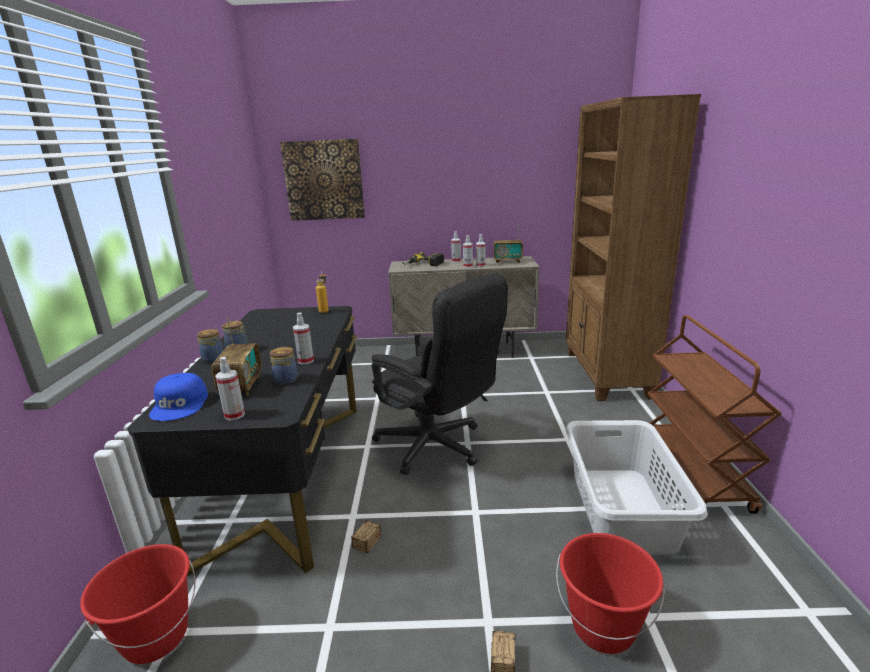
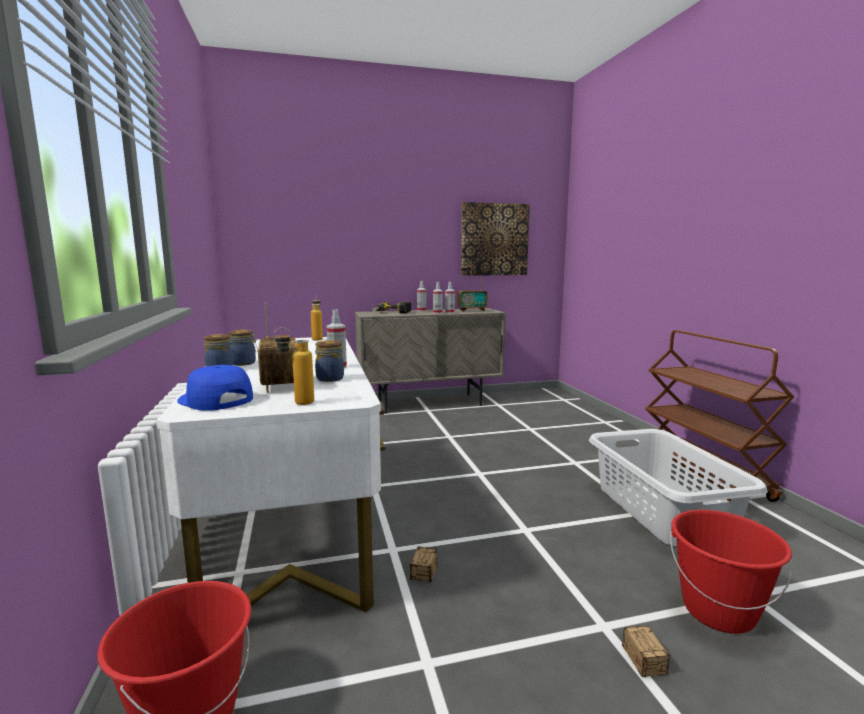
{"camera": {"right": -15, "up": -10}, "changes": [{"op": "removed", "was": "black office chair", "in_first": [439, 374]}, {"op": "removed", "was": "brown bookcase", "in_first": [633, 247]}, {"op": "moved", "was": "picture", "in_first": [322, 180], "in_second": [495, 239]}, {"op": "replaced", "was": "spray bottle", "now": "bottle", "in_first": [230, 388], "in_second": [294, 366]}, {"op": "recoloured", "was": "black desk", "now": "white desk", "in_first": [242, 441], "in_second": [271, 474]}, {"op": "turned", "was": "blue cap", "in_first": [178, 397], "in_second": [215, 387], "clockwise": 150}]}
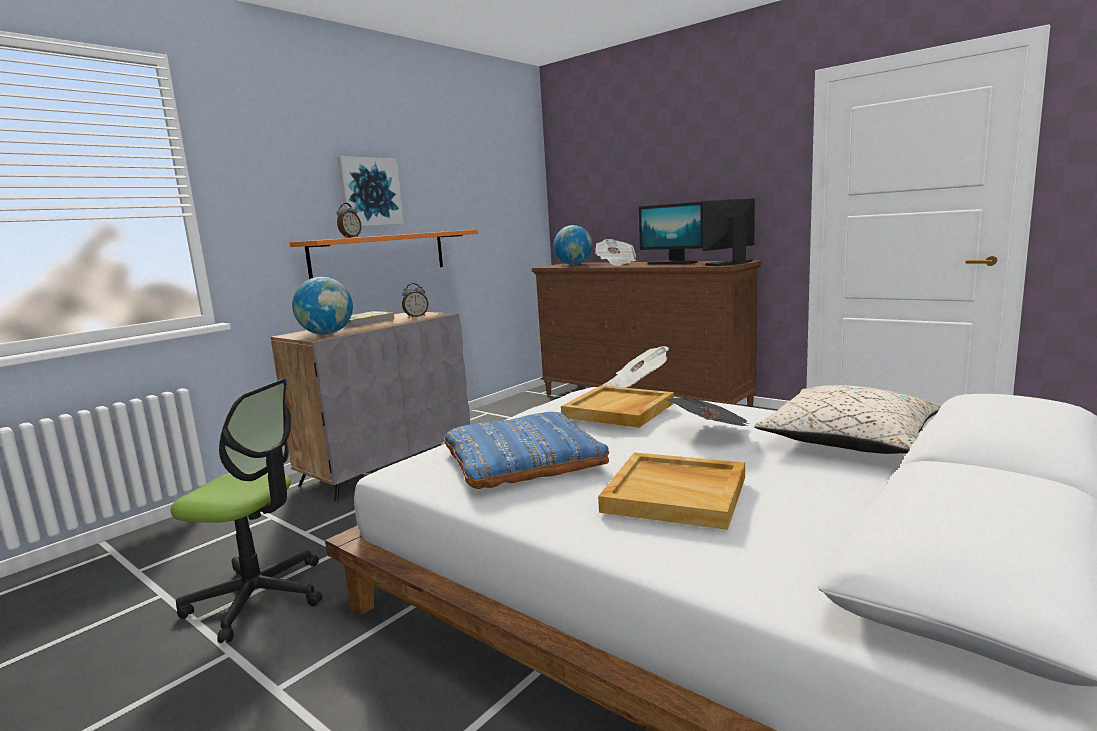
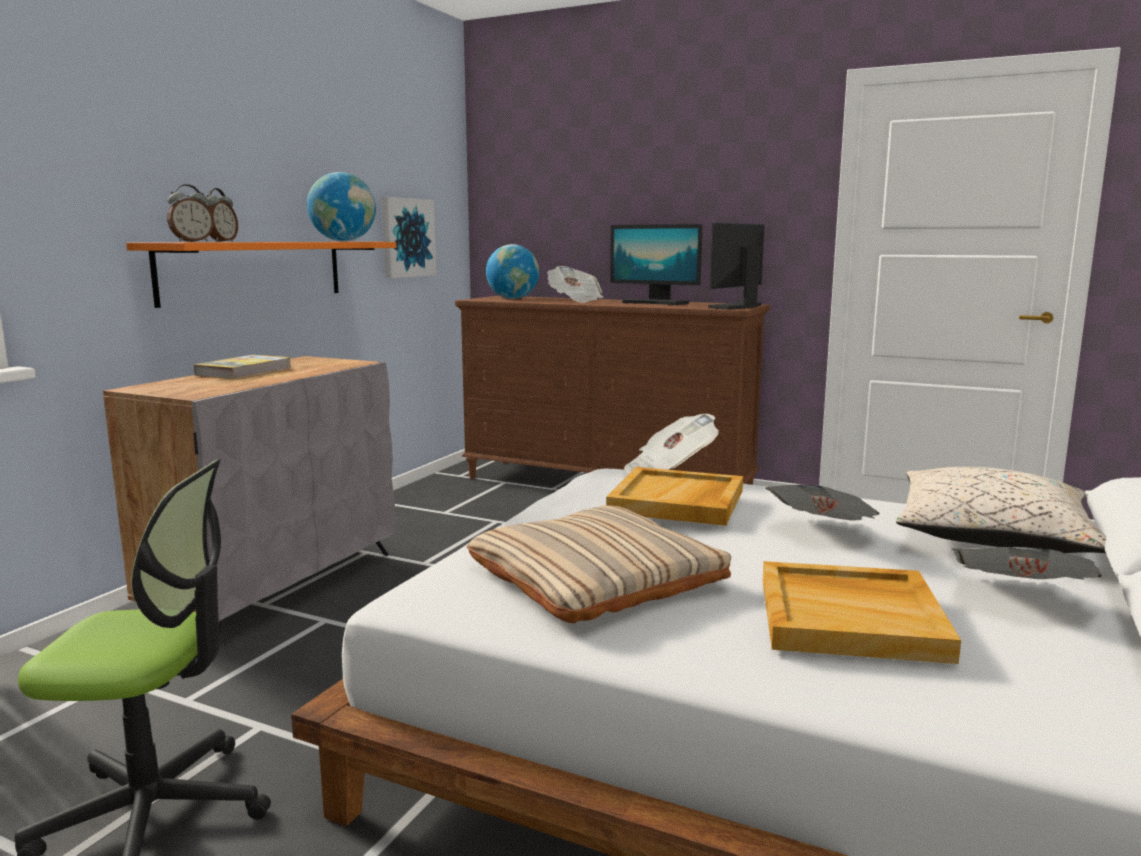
{"camera": {"right": -15, "up": 0}, "changes": [{"op": "added", "now": "newspaper", "in_second": [1027, 563]}, {"op": "moved", "was": "globe", "in_first": [322, 306], "in_second": [341, 207]}, {"op": "moved", "was": "picture", "in_first": [370, 191], "in_second": [409, 237]}, {"op": "moved", "was": "alarm clock", "in_first": [415, 300], "in_second": [190, 213]}, {"op": "recoloured", "was": "blue pillow", "now": "beige pillow", "in_first": [526, 450], "in_second": [599, 564]}]}
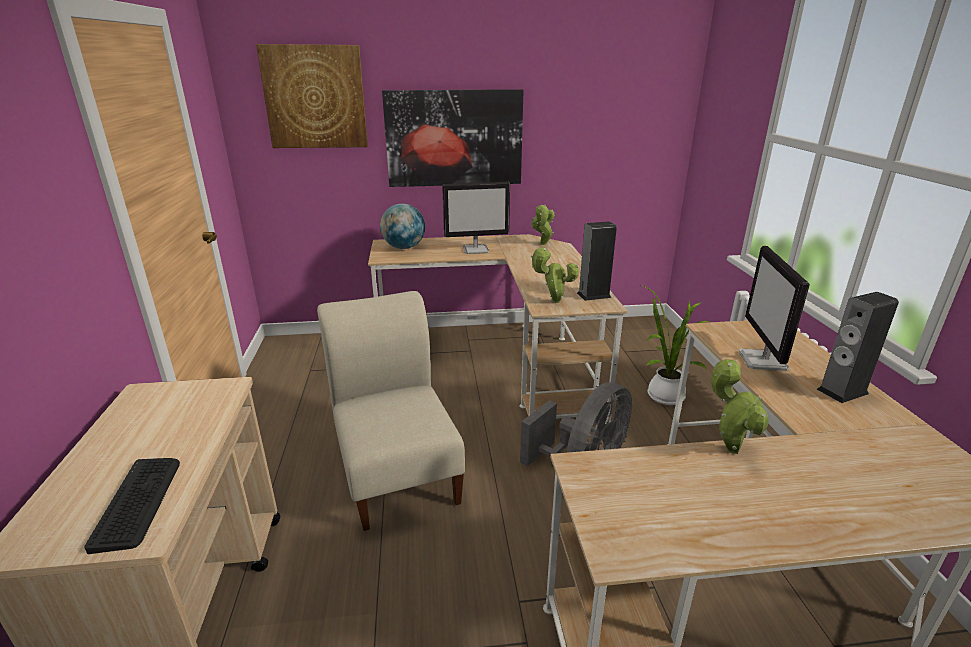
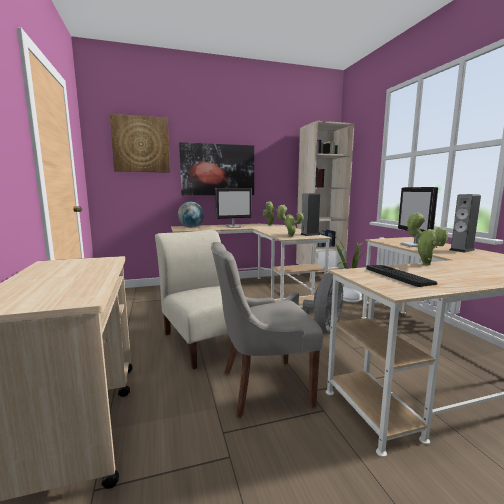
{"camera": {"right": -10, "up": -15}, "changes": [{"op": "added", "now": "grey chair", "in_second": [267, 330]}, {"op": "added", "now": "beige bookcase", "in_second": [325, 202]}, {"op": "moved", "was": "keyboard", "in_first": [132, 506], "in_second": [402, 276]}]}
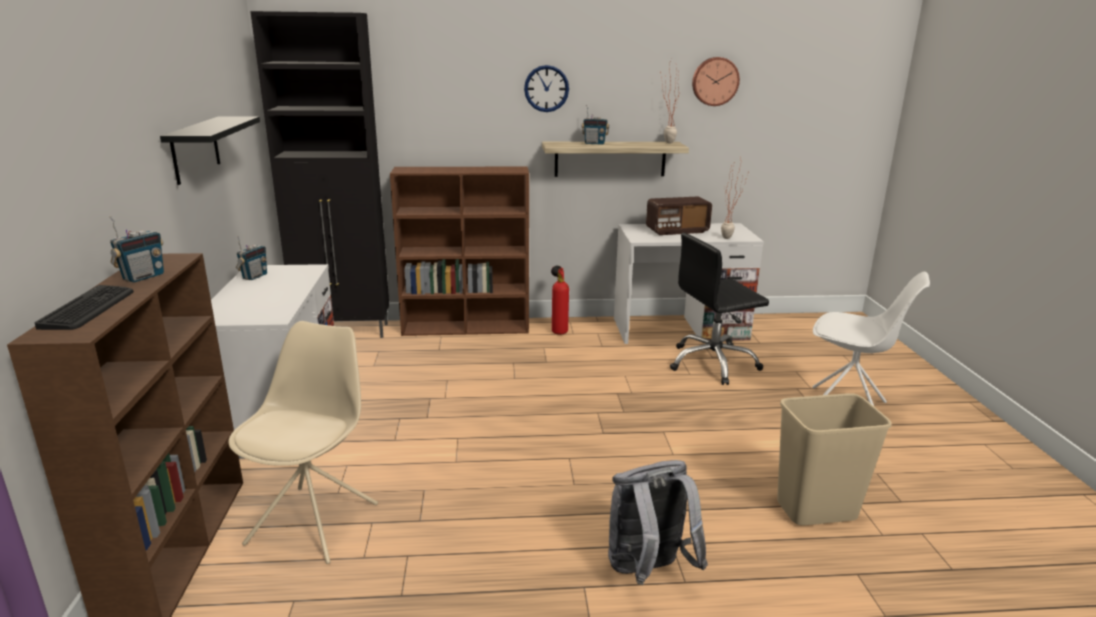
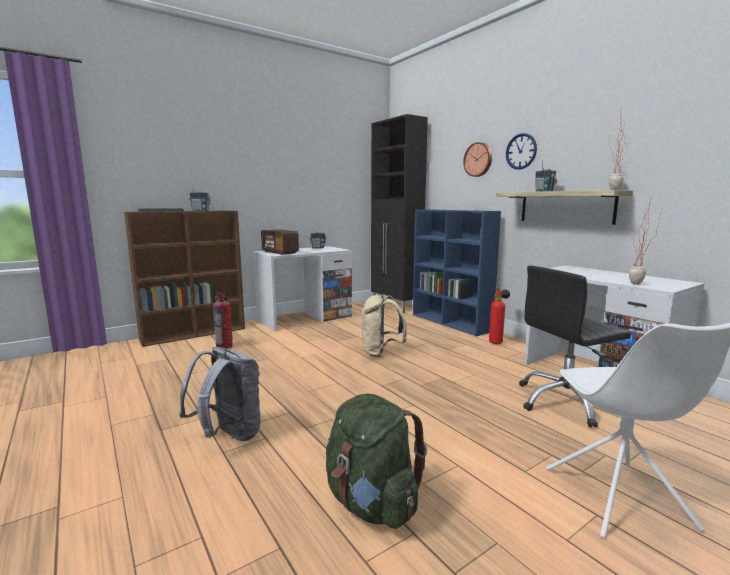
{"camera": {"right": 60, "up": -10}, "changes": [{"op": "removed", "was": "black shelf", "in_first": [210, 150]}, {"op": "added", "now": "beige backpack", "in_second": [384, 325]}, {"op": "moved", "was": "radio", "in_first": [679, 216], "in_second": [280, 242]}, {"op": "moved", "was": "wall clock", "in_first": [716, 81], "in_second": [477, 159]}, {"op": "replaced", "was": "beige chair", "now": "fire extinguisher", "in_first": [303, 442], "in_second": [223, 321]}, {"op": "replaced", "was": "beige trash can", "now": "green backpack", "in_first": [834, 459], "in_second": [376, 461]}, {"op": "recoloured", "was": "brown bookcase", "now": "blue bookcase", "in_first": [459, 251], "in_second": [457, 273]}, {"op": "turned", "was": "black office chair", "in_first": [719, 309], "in_second": [575, 346], "clockwise": -60}]}
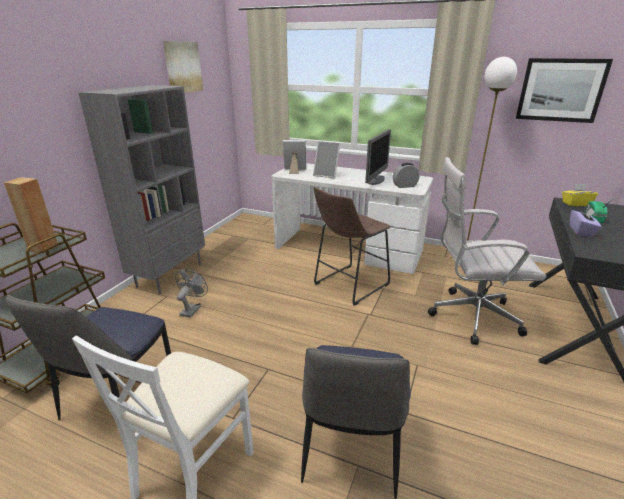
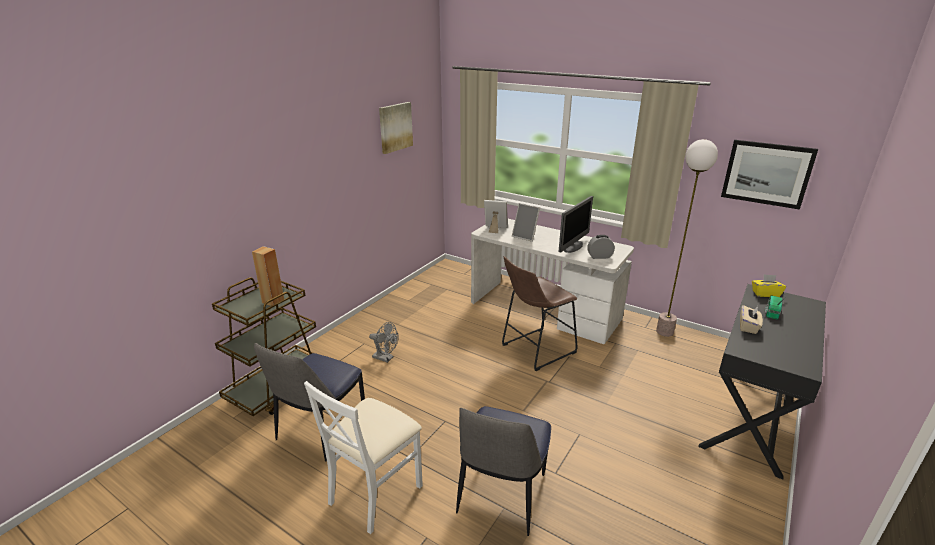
{"camera": {"right": 10, "up": 0}, "changes": [{"op": "removed", "was": "grey bookcase", "in_first": [141, 189]}, {"op": "removed", "was": "white office chair", "in_first": [487, 251]}, {"op": "recoloured", "was": "purple tissue box", "now": "beige tissue box", "in_first": [585, 222], "in_second": [751, 319]}, {"op": "turned", "was": "grey fan", "in_first": [191, 293], "in_second": [384, 342], "clockwise": 90}]}
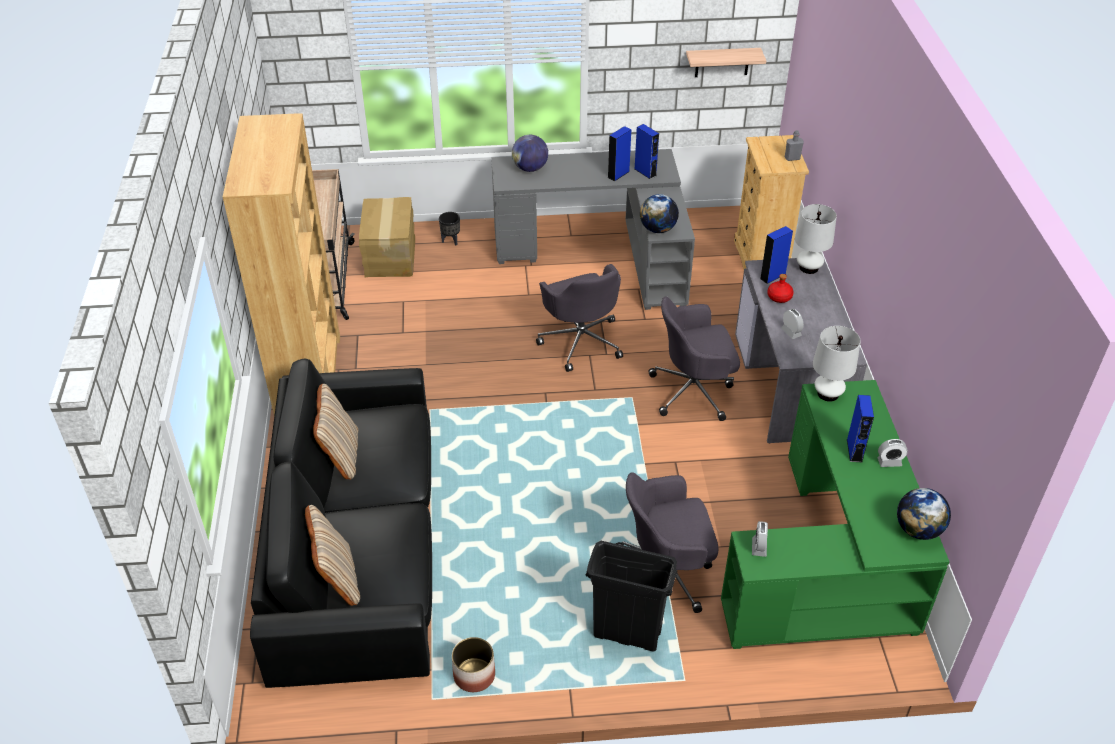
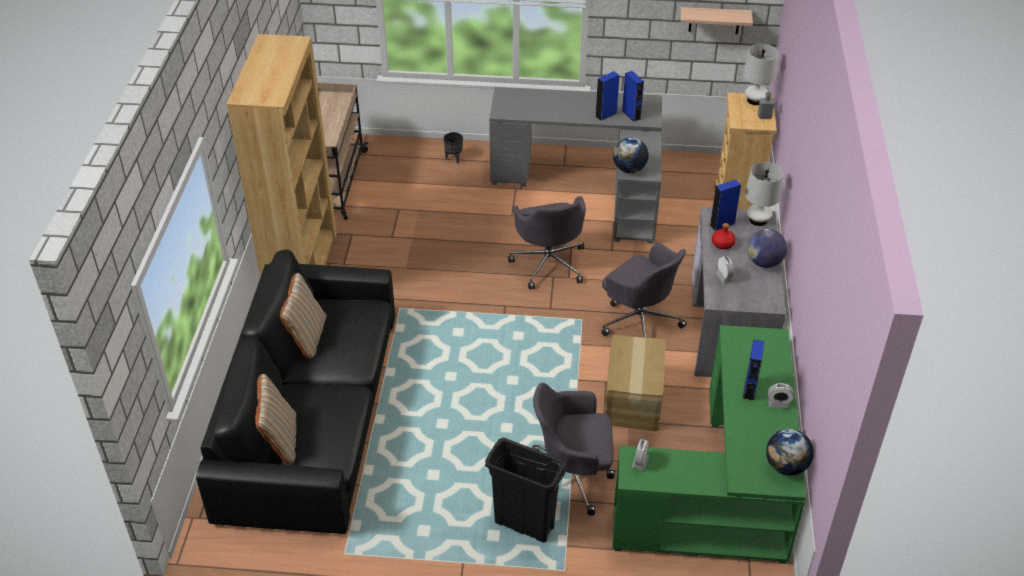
{"camera": {"right": 10, "up": 0}, "changes": [{"op": "removed", "was": "planter", "in_first": [473, 664]}, {"op": "moved", "was": "cardboard box", "in_first": [387, 237], "in_second": [635, 383]}, {"op": "moved", "was": "globe", "in_first": [530, 153], "in_second": [767, 248]}, {"op": "moved", "was": "white table lamp", "in_first": [837, 364], "in_second": [761, 74]}, {"op": "turned", "was": "grey office chair", "in_first": [694, 358], "in_second": [644, 290], "clockwise": -135}]}
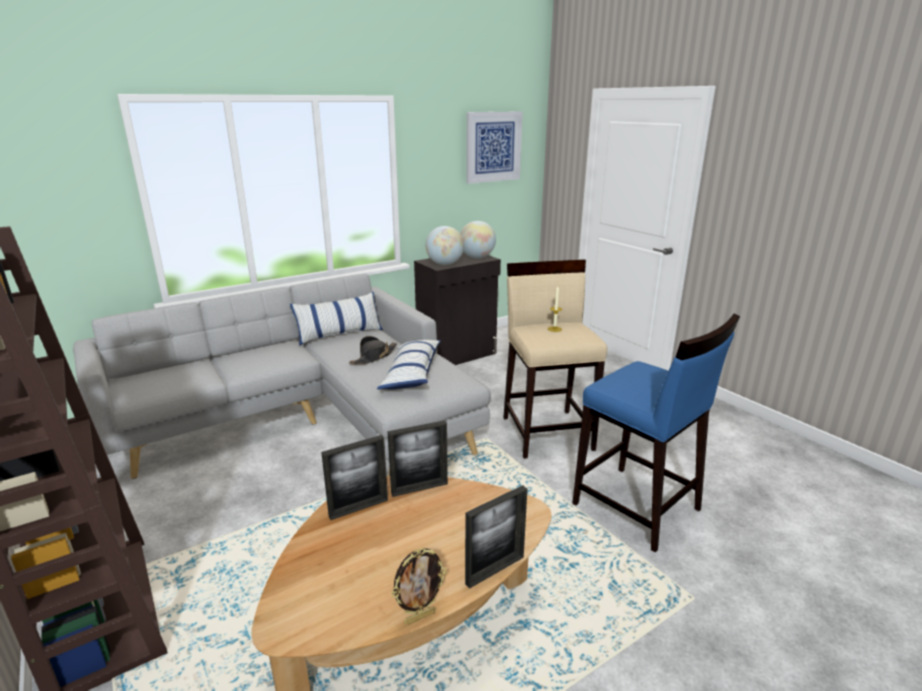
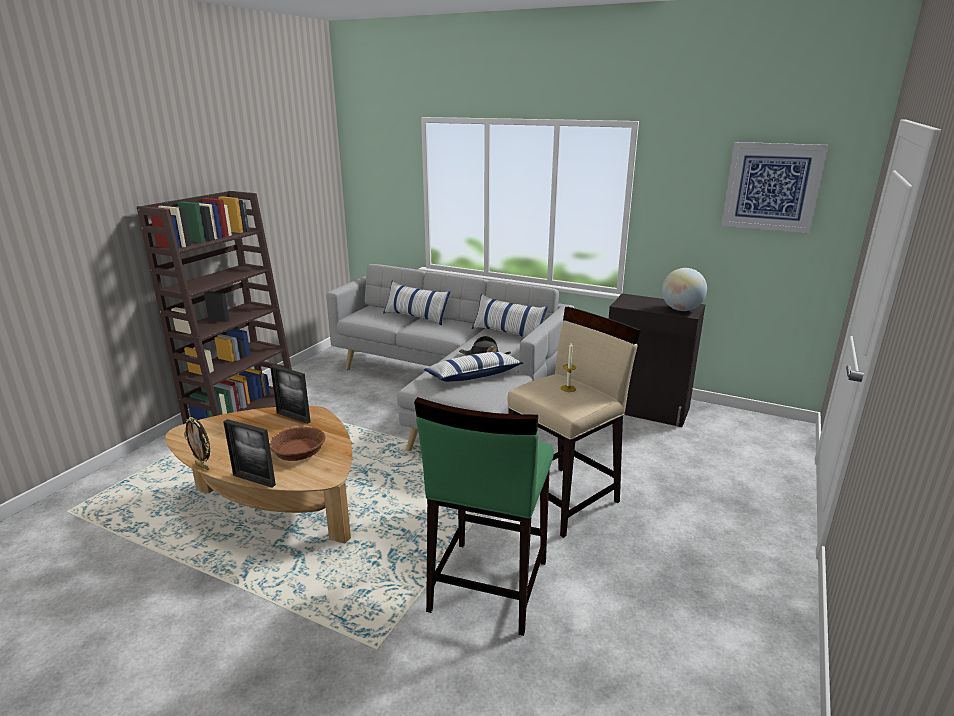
{"camera": {"right": 60, "up": 0}, "changes": [{"op": "removed", "was": "picture frame", "in_first": [417, 458]}, {"op": "removed", "was": "globe", "in_first": [445, 245]}, {"op": "added", "now": "brown bowl", "in_second": [297, 443]}, {"op": "added", "now": "pillow", "in_second": [416, 303]}, {"op": "recoloured", "was": "blue stool", "now": "green stool", "in_first": [656, 433], "in_second": [484, 516]}]}
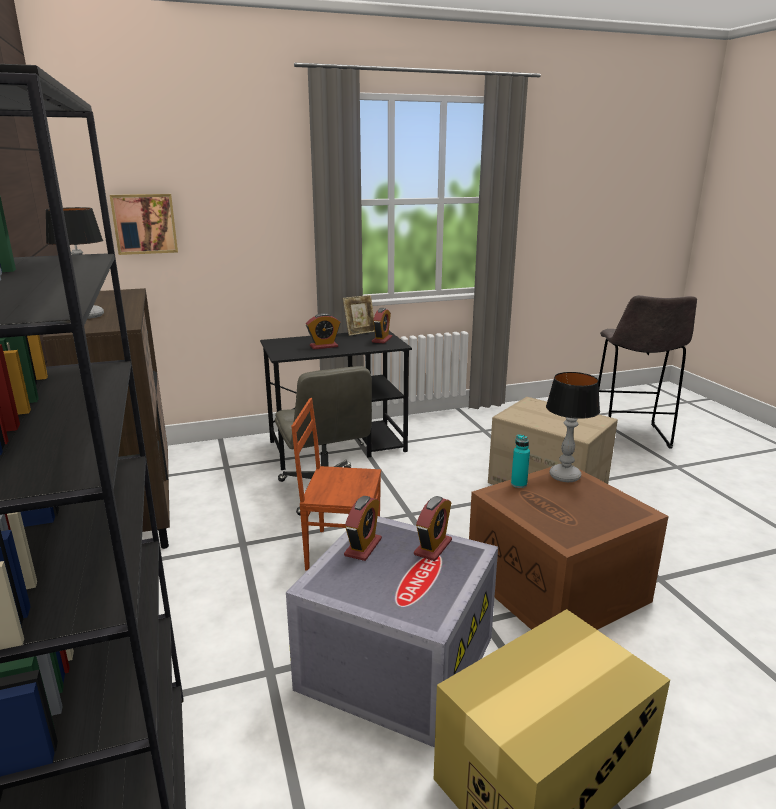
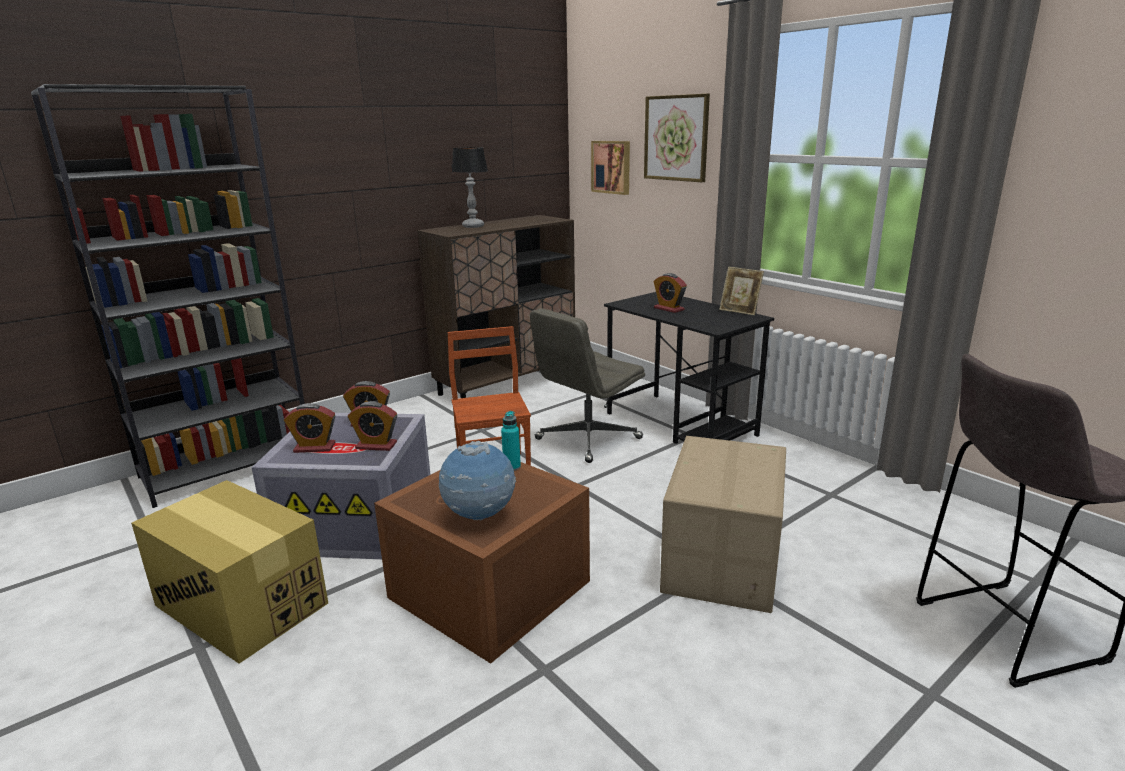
{"camera": {"right": 70, "up": 0}, "changes": [{"op": "removed", "was": "table lamp", "in_first": [573, 427]}, {"op": "added", "now": "globe", "in_second": [477, 481]}, {"op": "added", "now": "picture", "in_second": [677, 138]}, {"op": "moved", "was": "alarm clock", "in_first": [382, 326], "in_second": [309, 428]}]}
